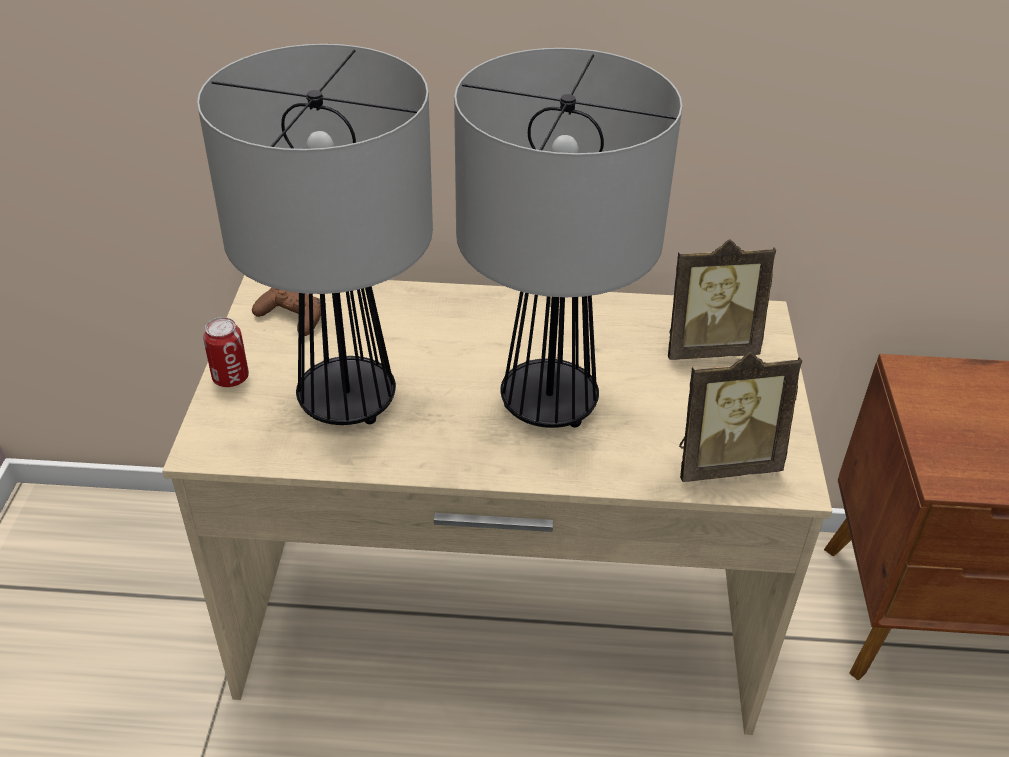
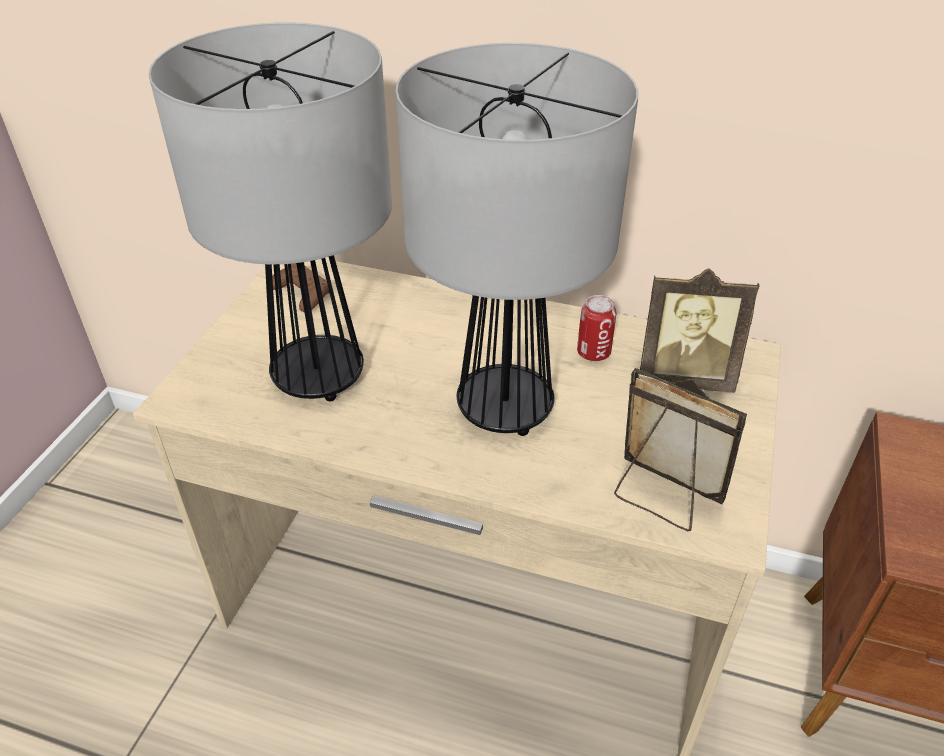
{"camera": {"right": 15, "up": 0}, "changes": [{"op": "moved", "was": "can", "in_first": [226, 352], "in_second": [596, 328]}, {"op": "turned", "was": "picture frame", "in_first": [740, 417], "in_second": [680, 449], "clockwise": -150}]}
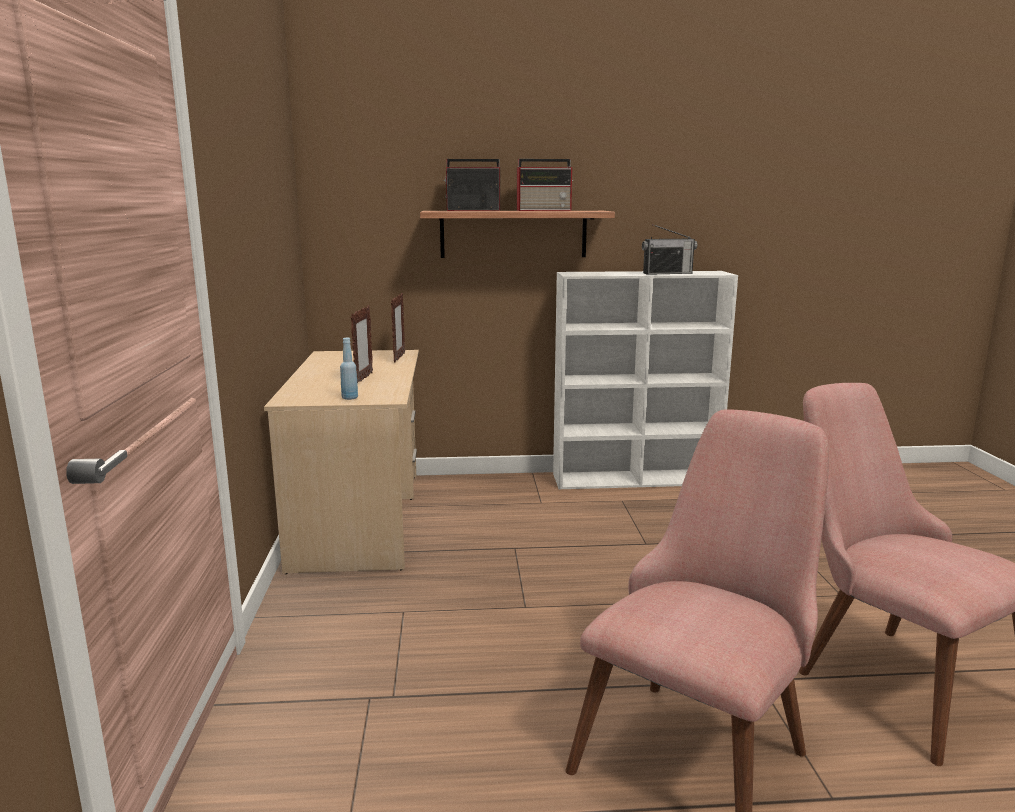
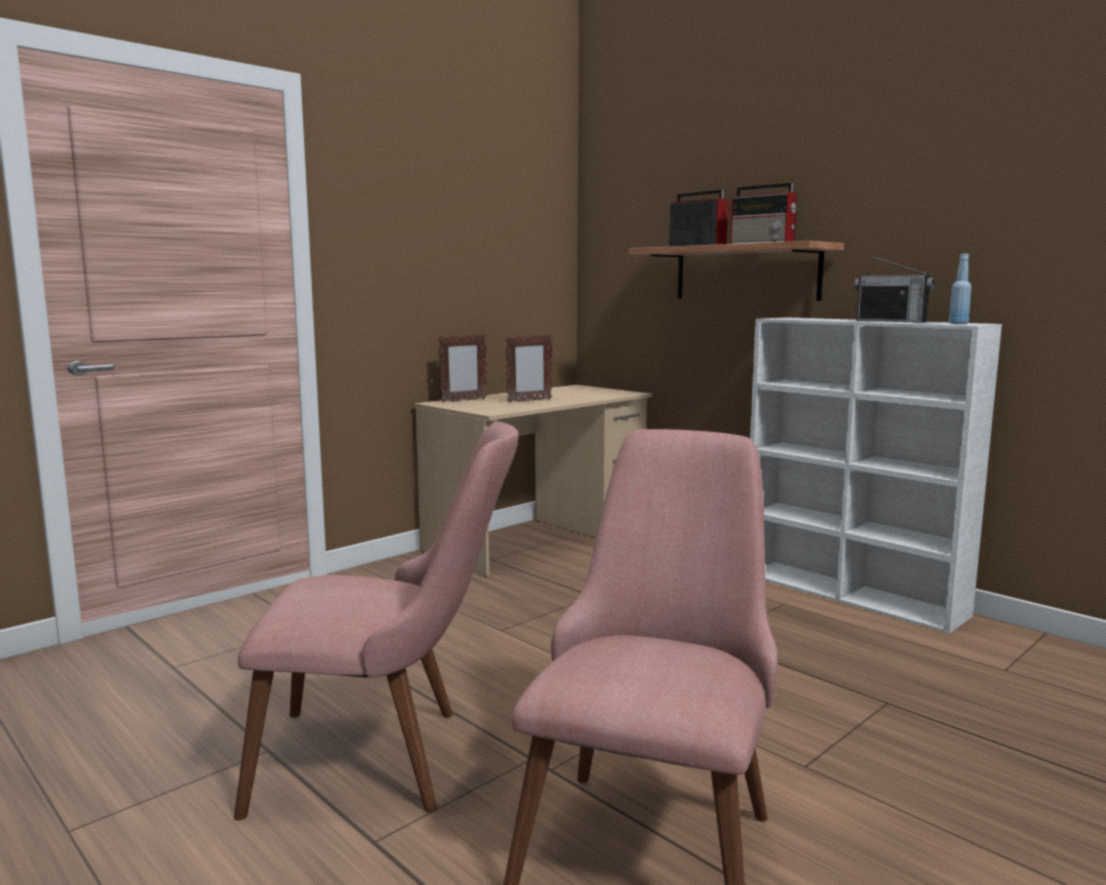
{"camera": {"right": 50, "up": -5}, "changes": [{"op": "moved", "was": "blue bottle", "in_first": [349, 369], "in_second": [960, 289]}, {"op": "moved", "was": "picture frame", "in_first": [398, 328], "in_second": [462, 368]}]}
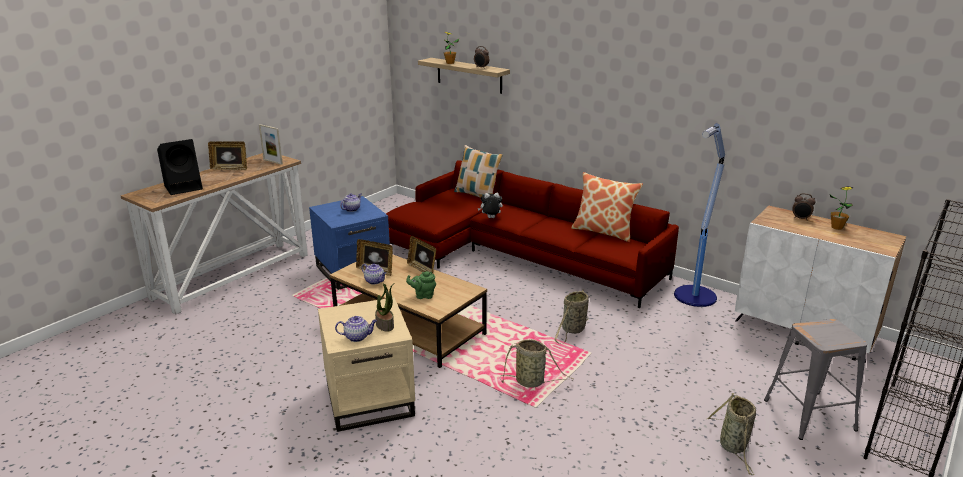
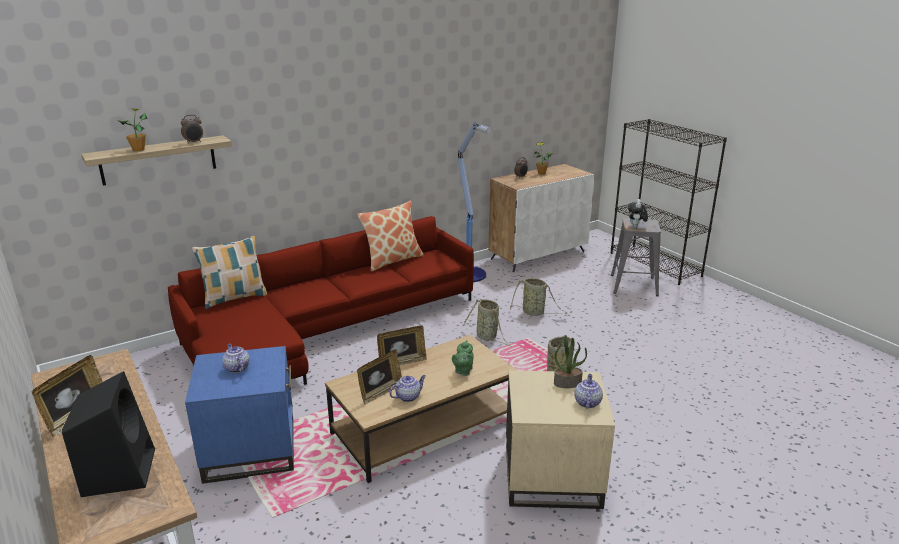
{"camera": {"right": -70, "up": 0}, "changes": [{"op": "removed", "was": "picture frame", "in_first": [271, 144]}, {"op": "moved", "was": "plush toy", "in_first": [490, 205], "in_second": [638, 213]}, {"op": "moved", "was": "basket", "in_first": [731, 434], "in_second": [538, 297]}]}
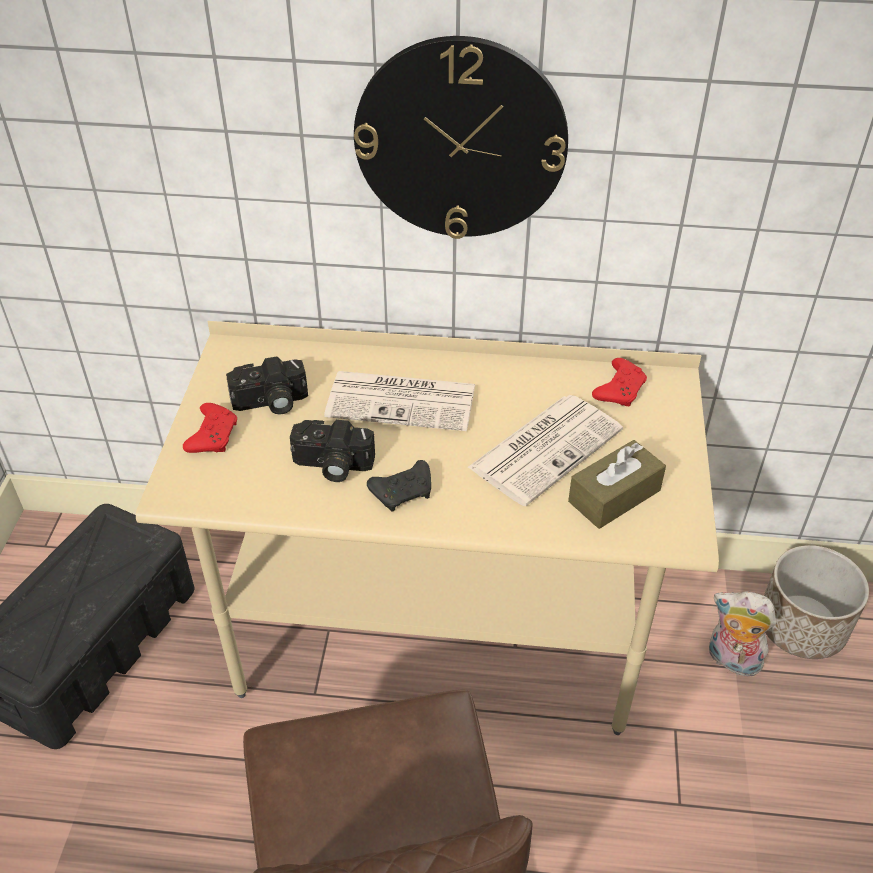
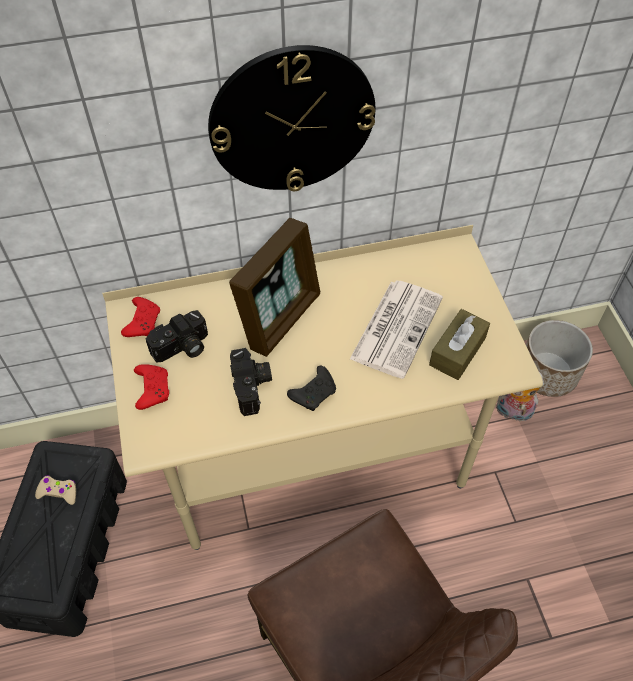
{"camera": {"right": -20, "up": 10}, "changes": [{"op": "added", "now": "beige game controller", "in_second": [55, 490]}, {"op": "moved", "was": "red game controller", "in_first": [619, 382], "in_second": [140, 317]}, {"op": "replaced", "was": "newspaper", "now": "picture frame", "in_first": [399, 401], "in_second": [274, 287]}, {"op": "turned", "was": "photo camera", "in_first": [332, 451], "in_second": [251, 382], "clockwise": -90}]}
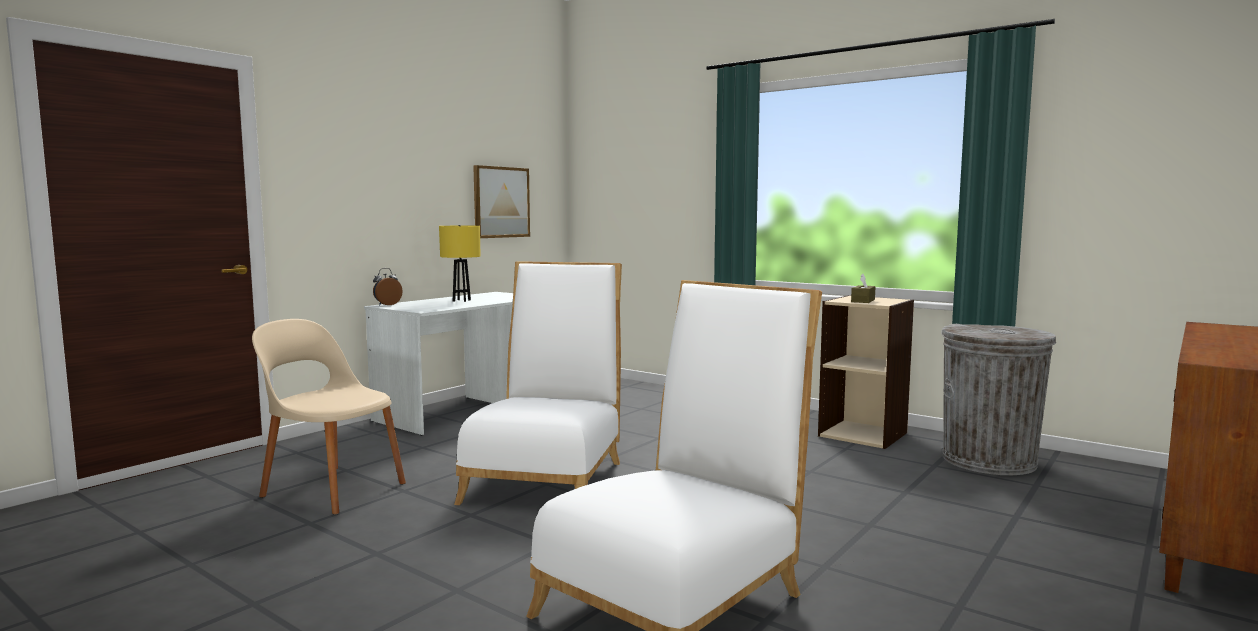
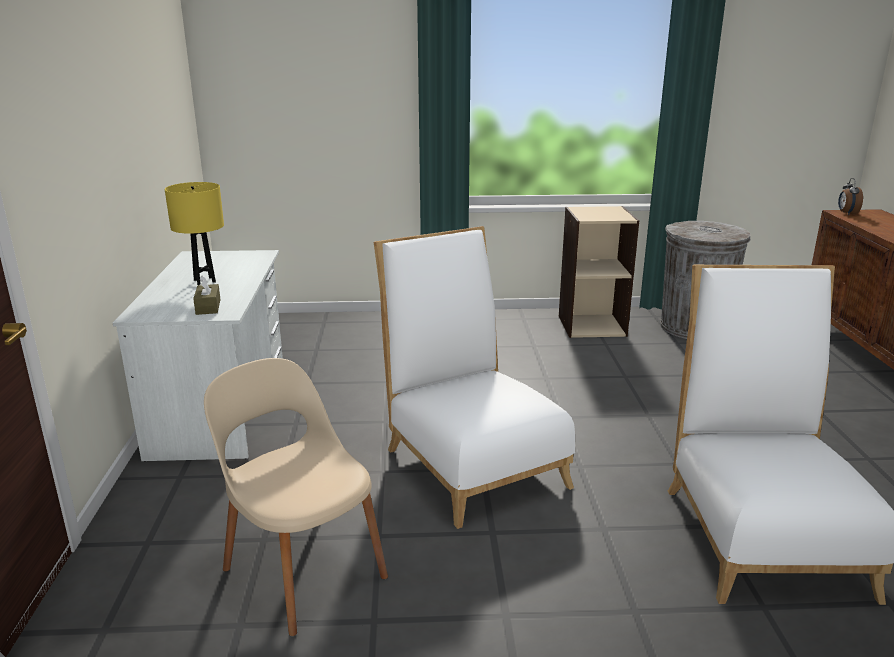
{"camera": {"right": -40, "up": 15}, "changes": [{"op": "removed", "was": "picture", "in_first": [501, 201]}, {"op": "moved", "was": "alarm clock", "in_first": [388, 286], "in_second": [850, 196]}, {"op": "moved", "was": "brown tissue box", "in_first": [863, 288], "in_second": [207, 295]}, {"op": "turned", "was": "beige chair", "in_first": [329, 417], "in_second": [296, 497], "clockwise": 60}]}
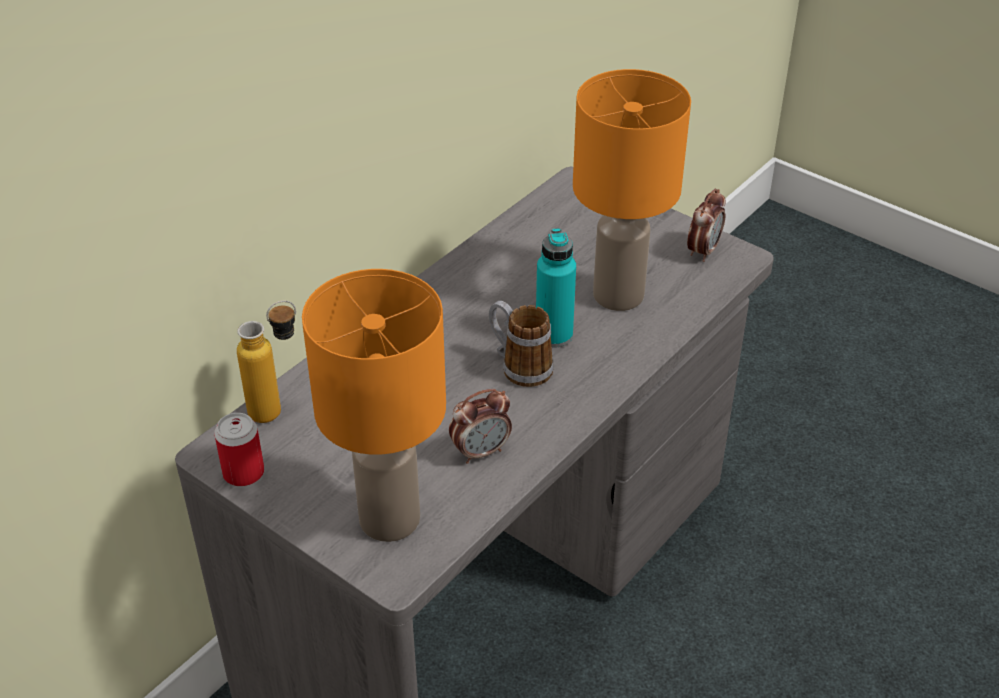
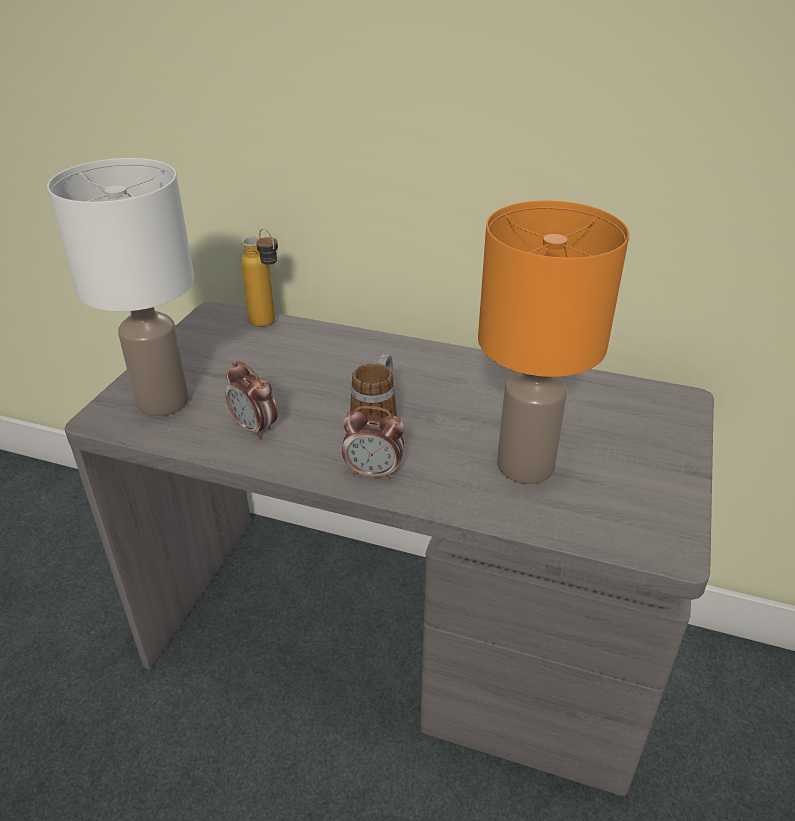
{"camera": {"right": 70, "up": -5}, "changes": [{"op": "removed", "was": "can", "in_first": [239, 450]}, {"op": "removed", "was": "turquoise bottle", "in_first": [556, 287]}, {"op": "moved", "was": "alarm clock", "in_first": [706, 225], "in_second": [373, 443]}, {"op": "recoloured", "was": "orange table lamp", "now": "white table lamp", "in_first": [374, 405], "in_second": [120, 287]}]}
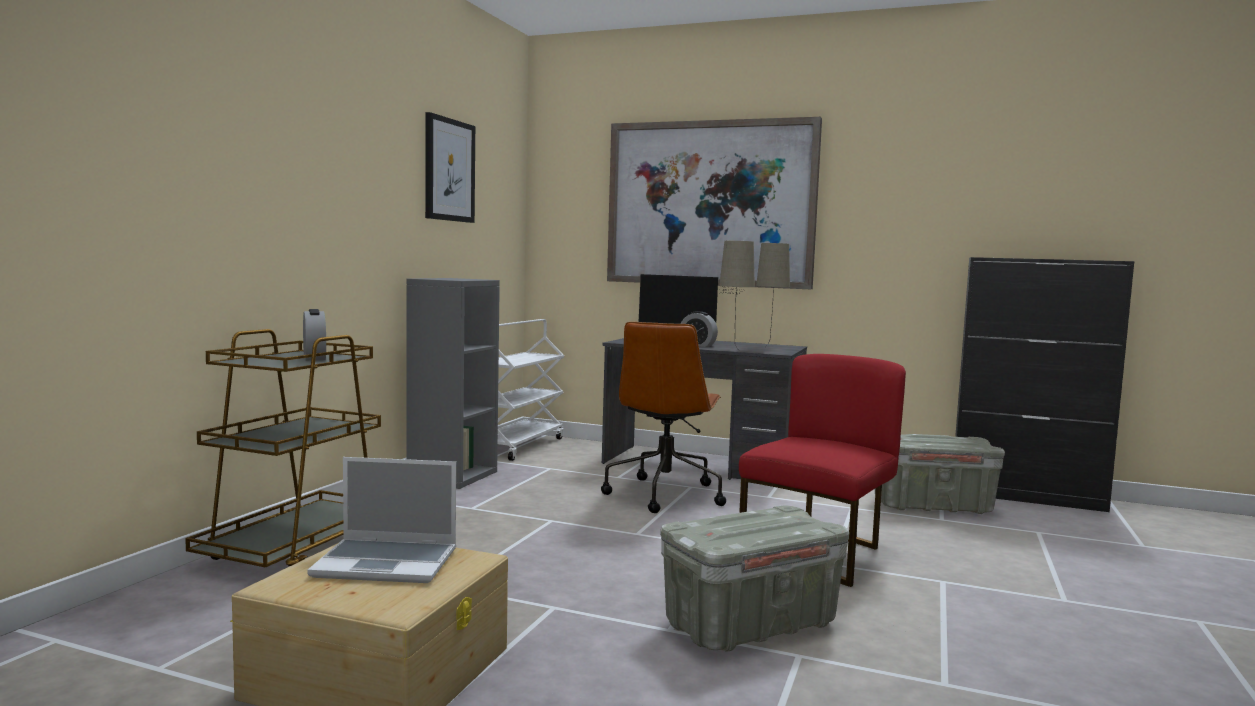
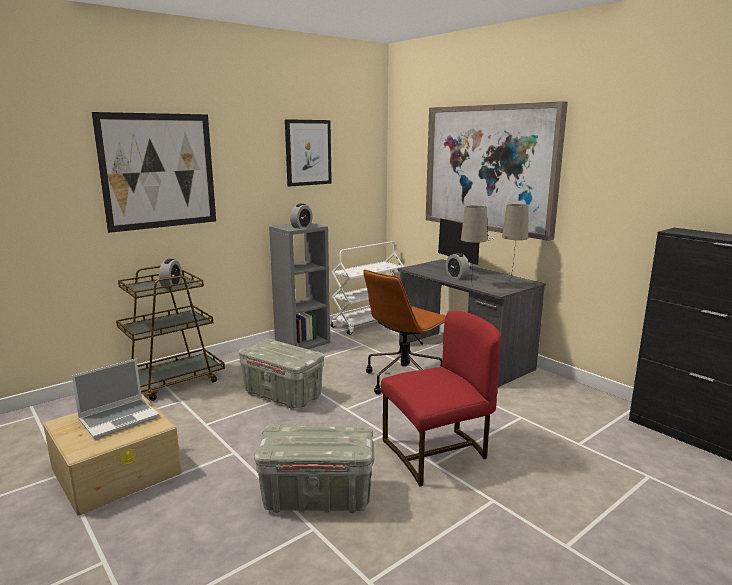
{"camera": {"right": 30, "up": 10}, "changes": [{"op": "added", "now": "picture", "in_second": [154, 172]}, {"op": "added", "now": "alarm clock", "in_second": [301, 216]}, {"op": "moved", "was": "grey storage box", "in_first": [940, 474], "in_second": [281, 373]}, {"op": "turned", "was": "laptop", "in_first": [381, 520], "in_second": [115, 398], "clockwise": -75}]}
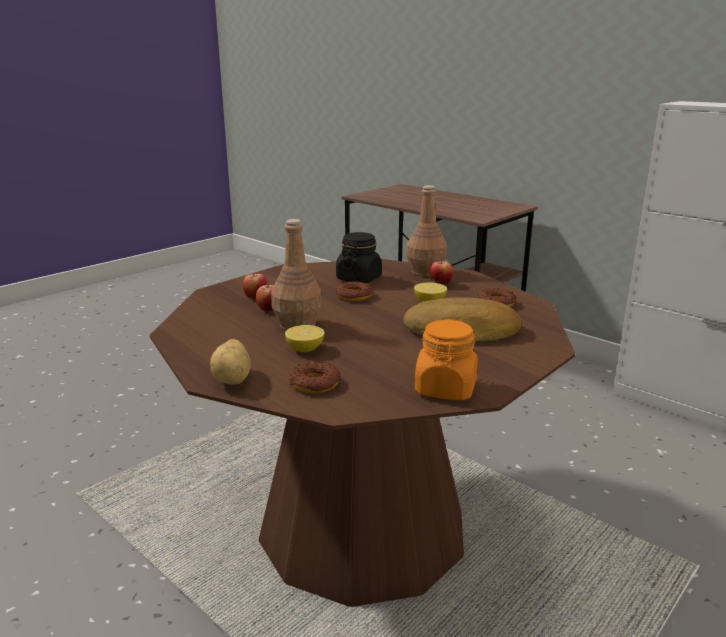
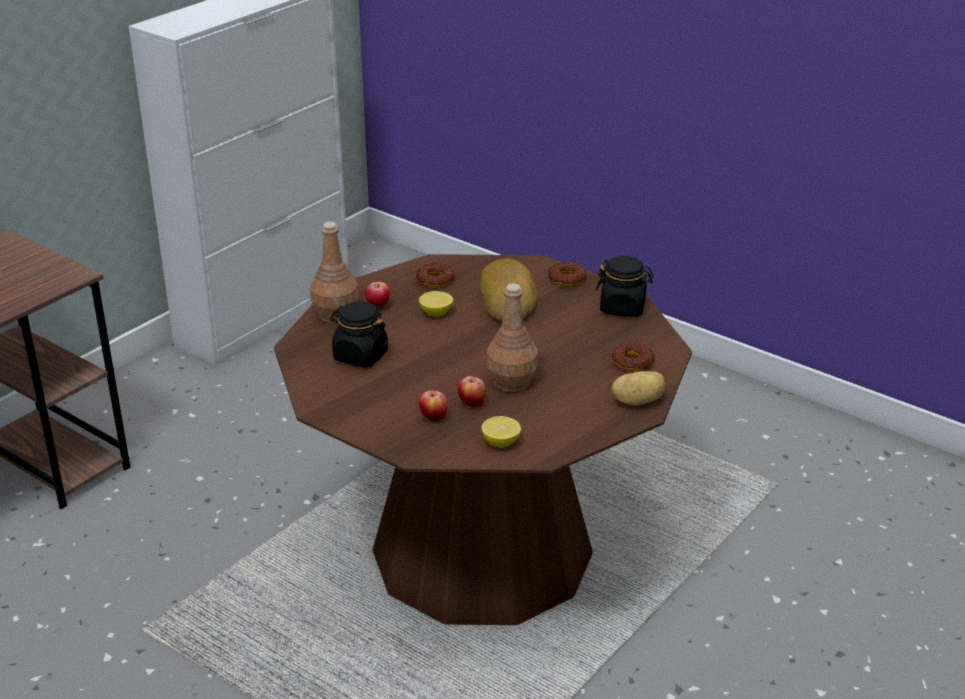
{"camera": {"right": -95, "up": 10}, "changes": [{"op": "moved", "was": "lemon", "in_first": [305, 338], "in_second": [501, 432]}, {"op": "moved", "was": "donut", "in_first": [354, 291], "in_second": [567, 274]}, {"op": "recoloured", "was": "orange jar", "now": "black jar", "in_first": [446, 359], "in_second": [625, 286]}]}
